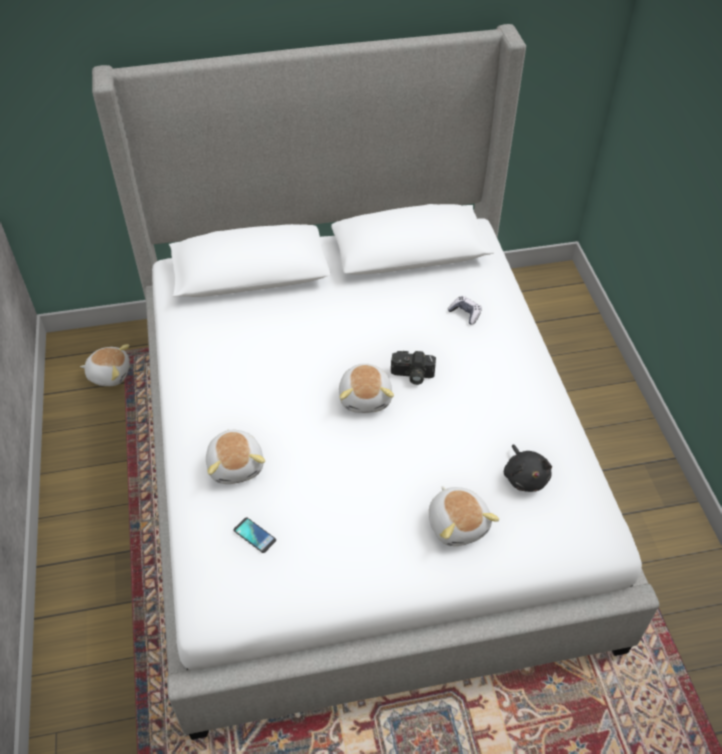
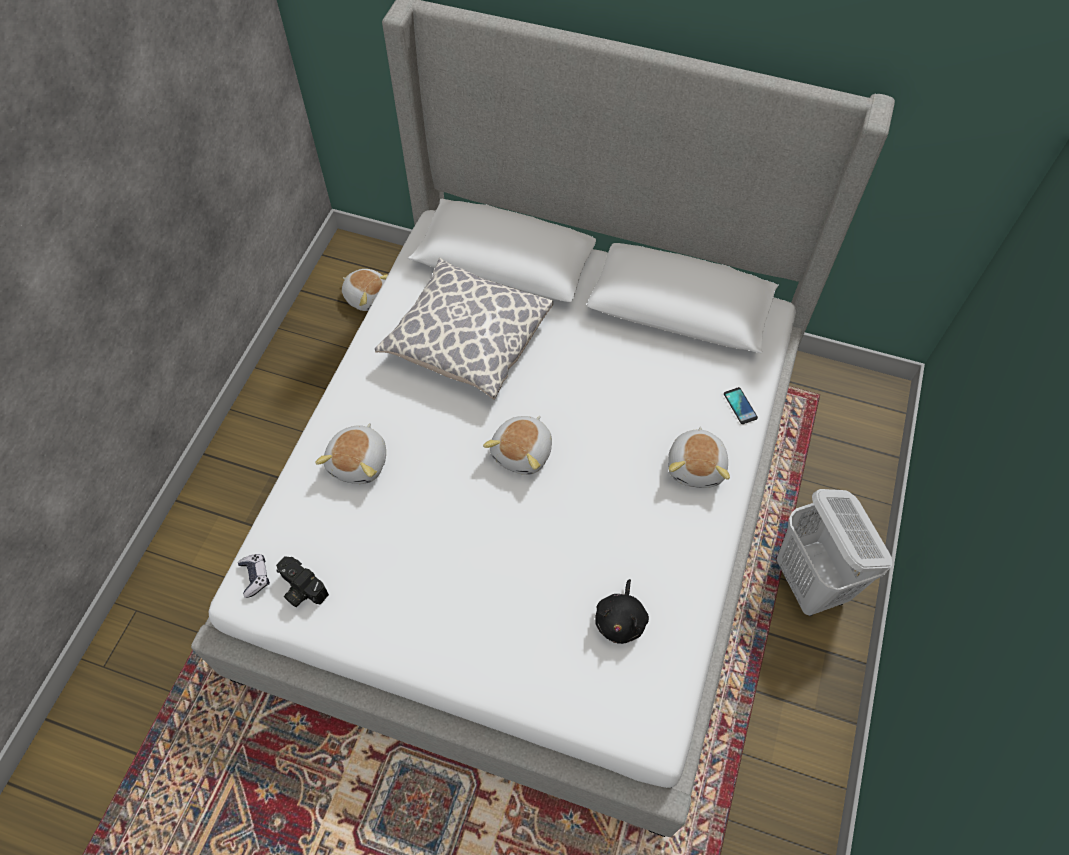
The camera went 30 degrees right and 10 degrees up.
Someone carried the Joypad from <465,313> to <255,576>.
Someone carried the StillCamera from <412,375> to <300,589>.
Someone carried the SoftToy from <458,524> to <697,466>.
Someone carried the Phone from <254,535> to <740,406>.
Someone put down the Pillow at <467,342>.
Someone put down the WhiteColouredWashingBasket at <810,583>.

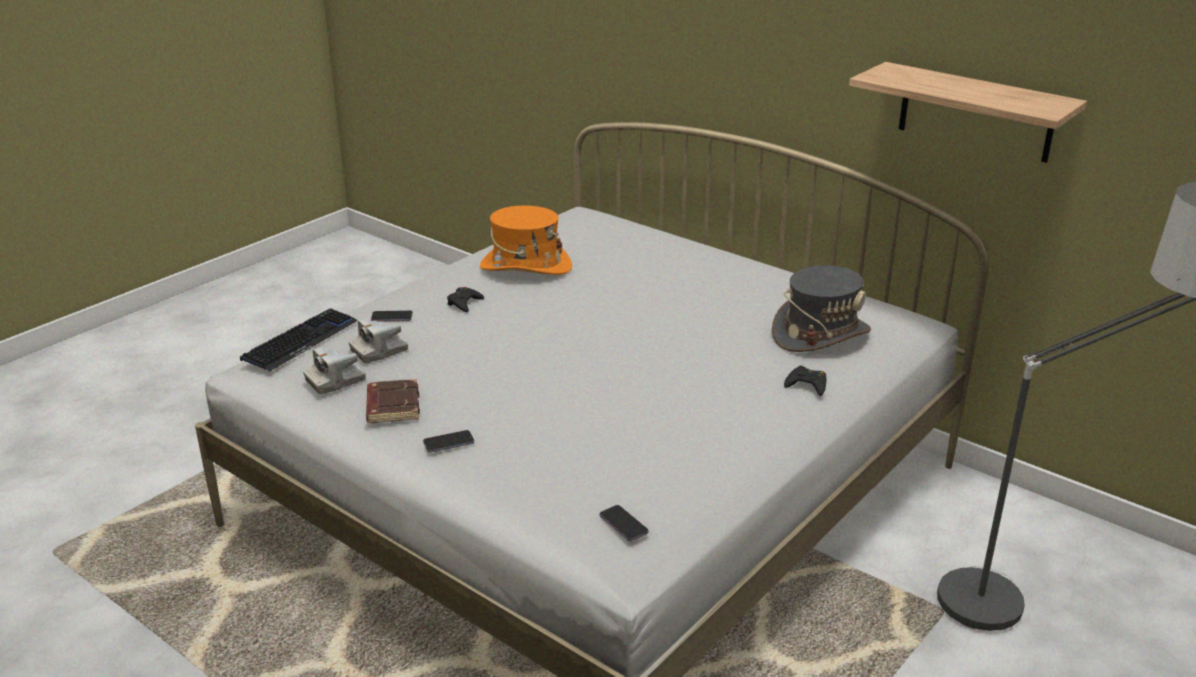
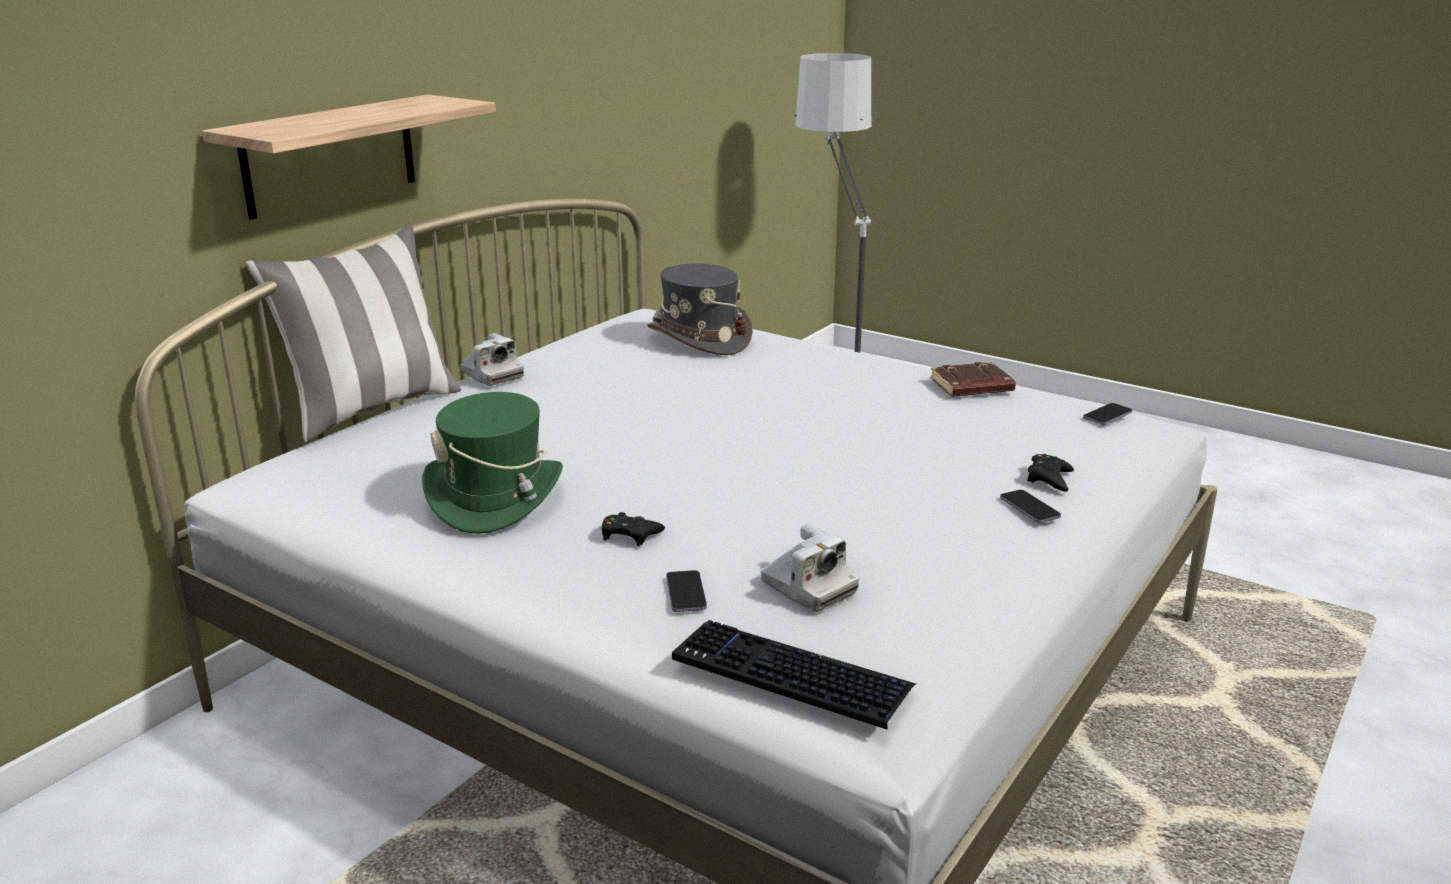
The camera went 95 degrees left and 5 degrees down.
Someone carried the Shelf from <976,112> to <330,155>.
Someone repainted the OrangeClothingHat at <525,267>, which became the GreenClothingHat at <496,497>.
Someone carried the StillCamera from <335,381> to <492,375>.
Someone carried the BlackColouredJoypad from <807,385> to <1049,478>.
Someone carried the BrownVolume from <392,406> to <971,387>.
Someone put down the Pillow at <371,409>.

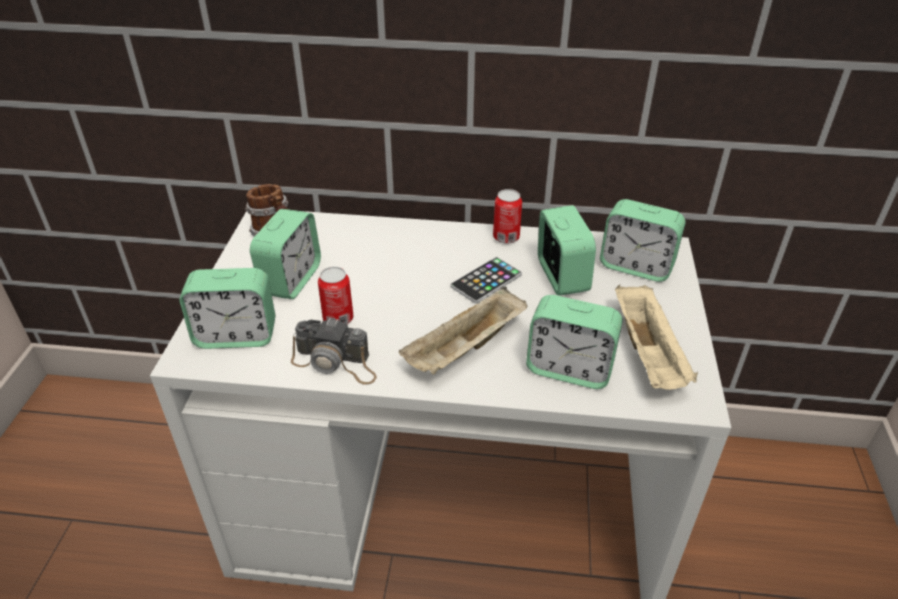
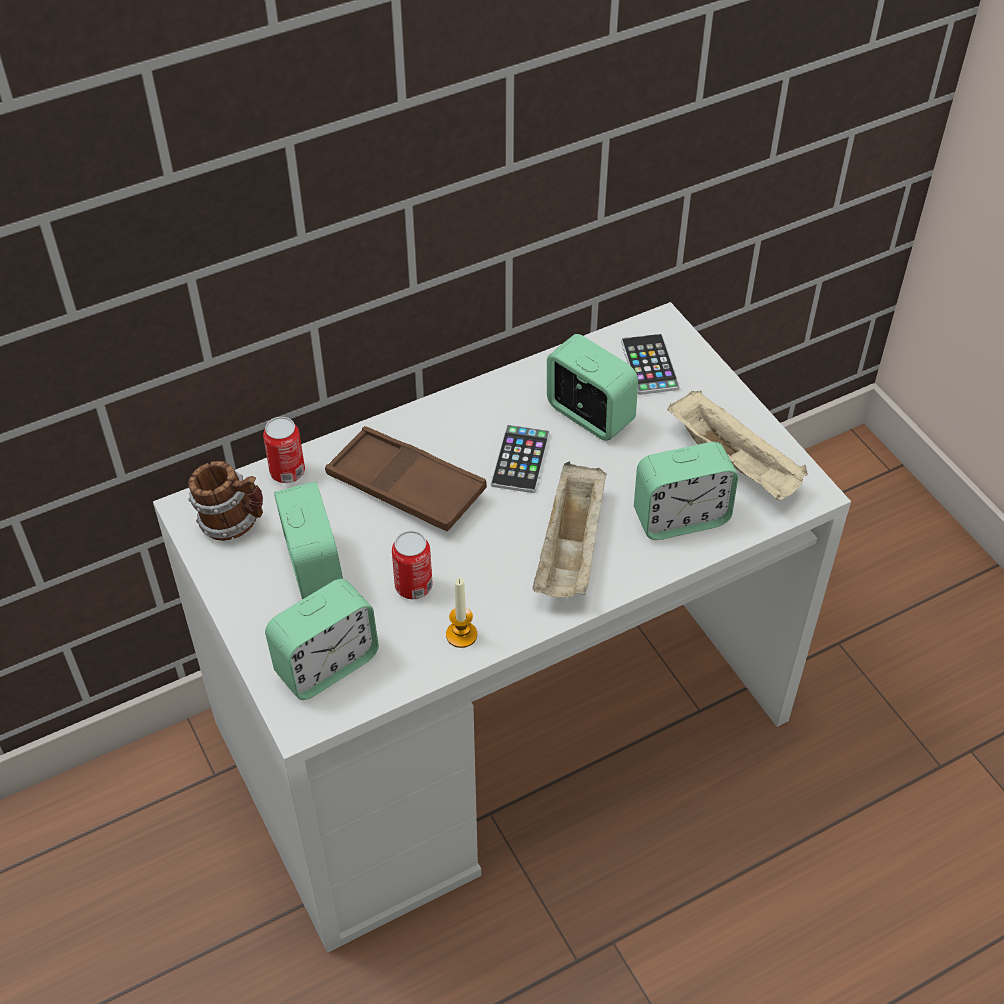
The camera went 35 degrees left and 10 degrees up.
Someone carried the SealedCan from <506,237> to <287,472>.
Someone swapped the TableClock at <636,266> for the Phone at <649,365>.
Someone swapped the StillCamera at <336,363> for the Candle at <461,635>.
Someone put down the BrownCarryingTray at <405,486>.

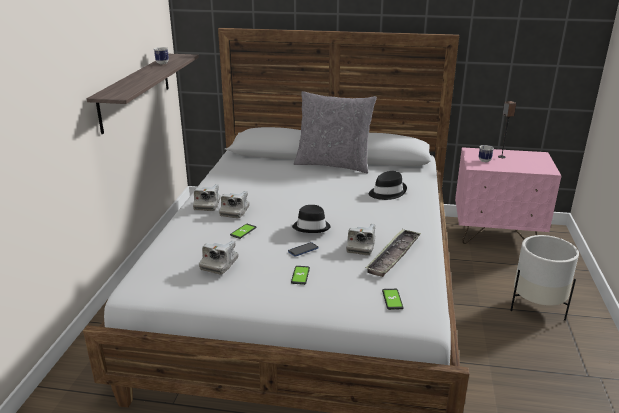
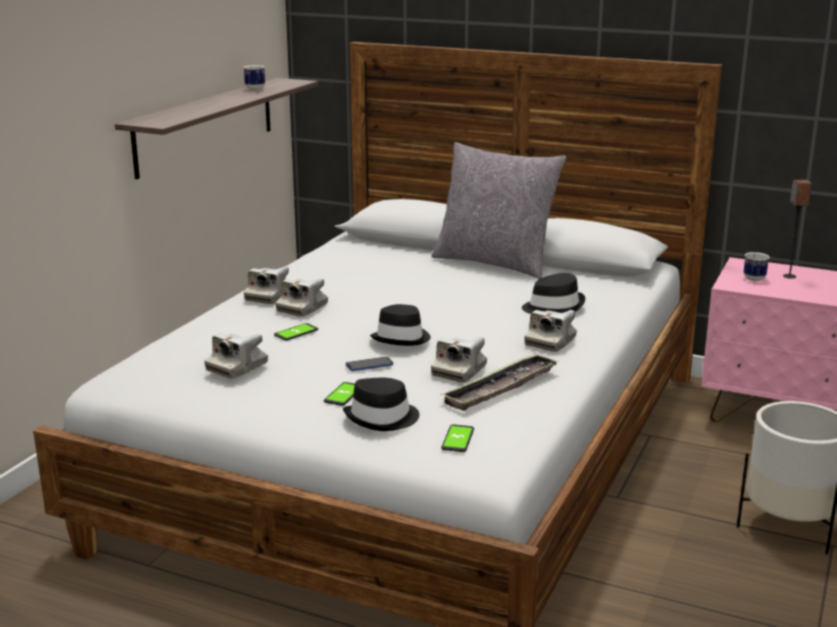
The camera went 15 degrees right and 5 degrees down.
Someone put down the StillCamera at <550,341>.
Someone put down the BlackColouredClothingHat at <382,418>.

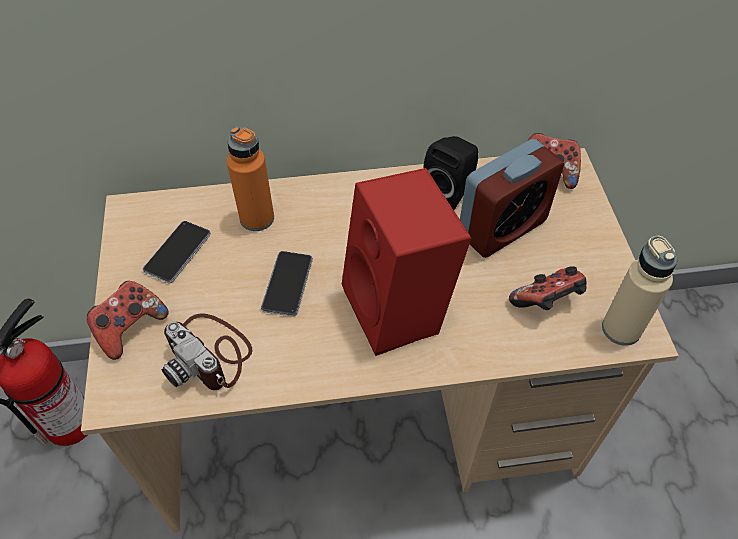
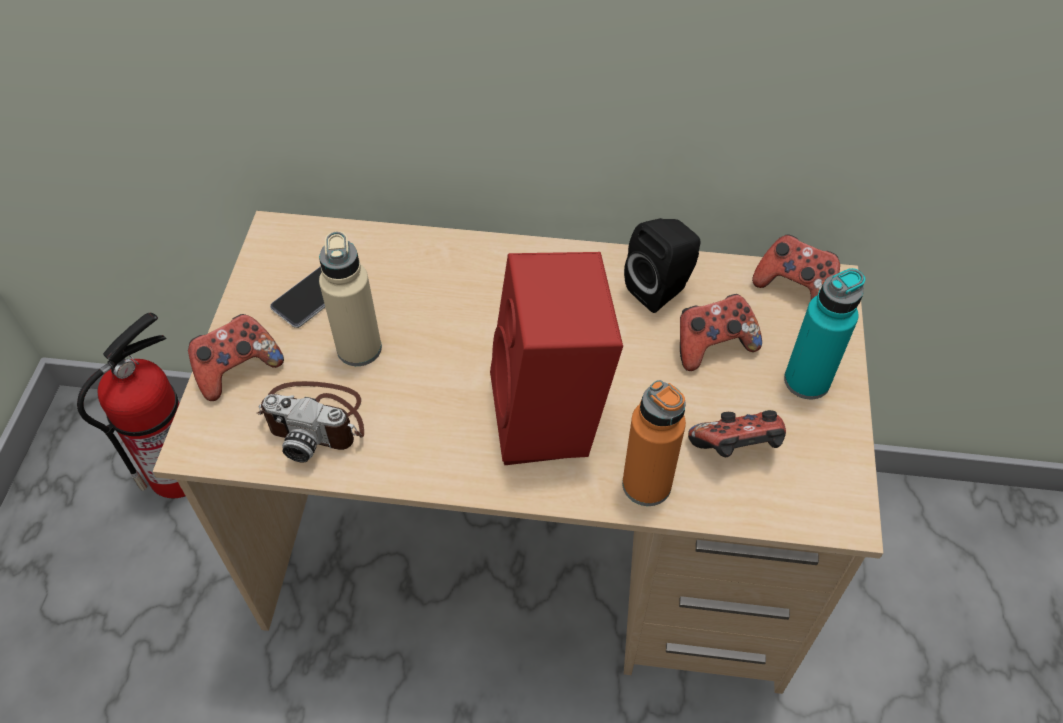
The camera went 15 degrees right and 0 degrees up.
Someone carried the OrangeDrinkBottle from <257,218> to <646,484>.
Someone swapped the TableClock at <502,228> for the Joypad at <712,346>.
Someone carried the BeigeDrinkBottle from <621,329> to <359,348>.
Someone took away the Phone at <287,284>.
Someone rotated the StillCamera at <210,354> by 45 degrees counterclockwise.
Someone put down the TurquoiseColouredDrinkBottle at <806,381>.

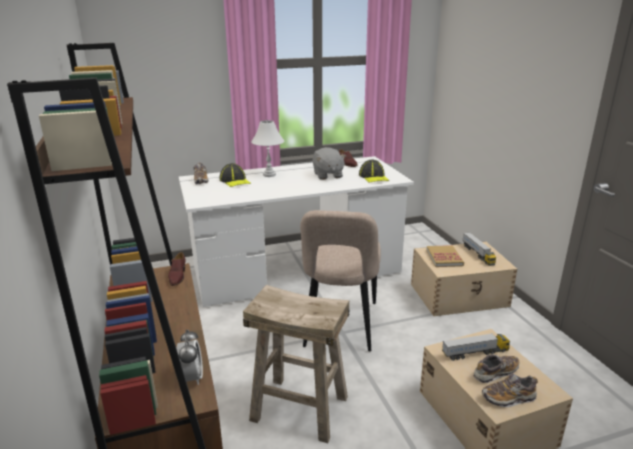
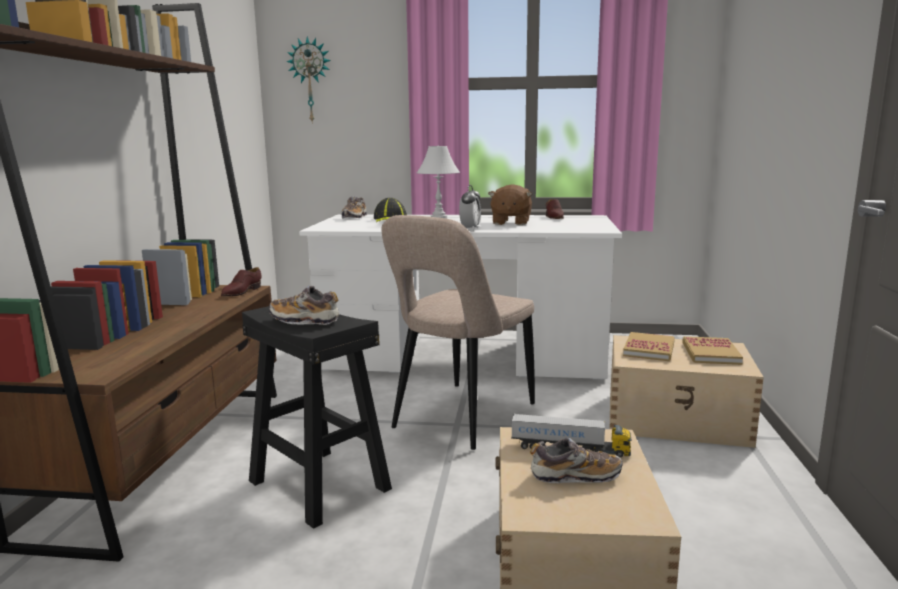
The camera went 25 degrees right and 10 degrees down.
Someone repainted the GraySoftToy at <327,175>, which became the BrownSoftToy at <510,222>.
Someone took away the Cap at <374,177>.
Someone swapped the ToyTruck at <478,254> for the Volume at <710,353>.
Someone repainted the BeigeStool at <300,408>, which became the BlackColouredStool at <320,484>.
Someone carried the TableClock from <192,378> to <470,229>.
Someone carried the LowShoe from <508,398> to <304,320>.
Someone put up the WallClock at <310,80>.

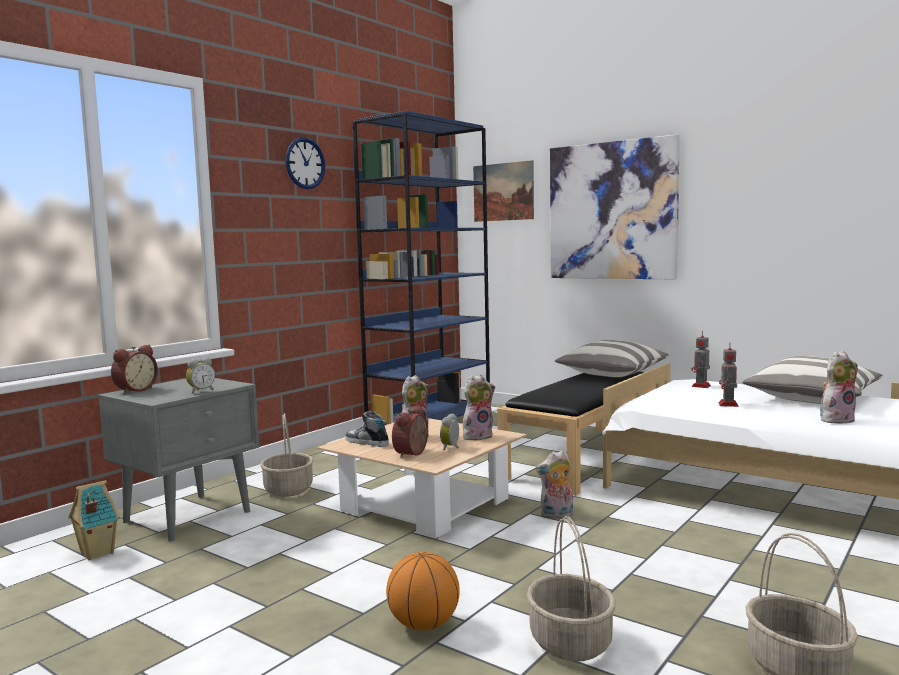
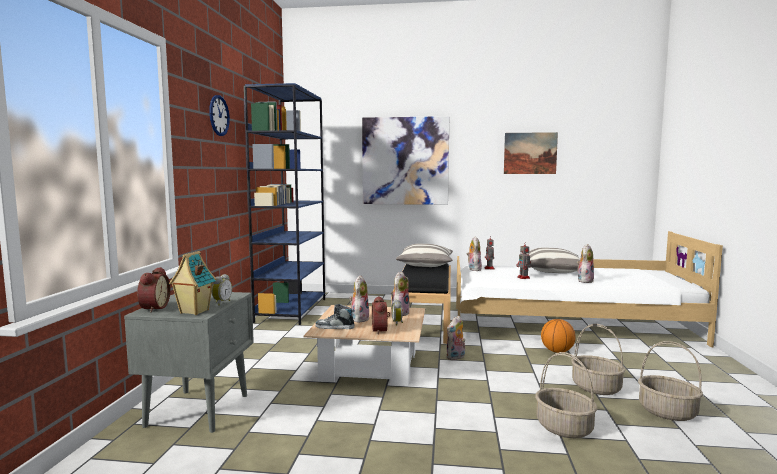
The camera went 30 degrees left and 0 degrees up.
Someone carried the WallPicture from <503,192> to <530,153>.
Someone carried the StorageBasket from <289,490> to <596,388>.
Someone carried the ModelHouse from <96,553> to <193,311>.
Someone carried the BallForBasketball from <423,625> to <557,351>.
Someone put down the SoftToy at <473,269>.

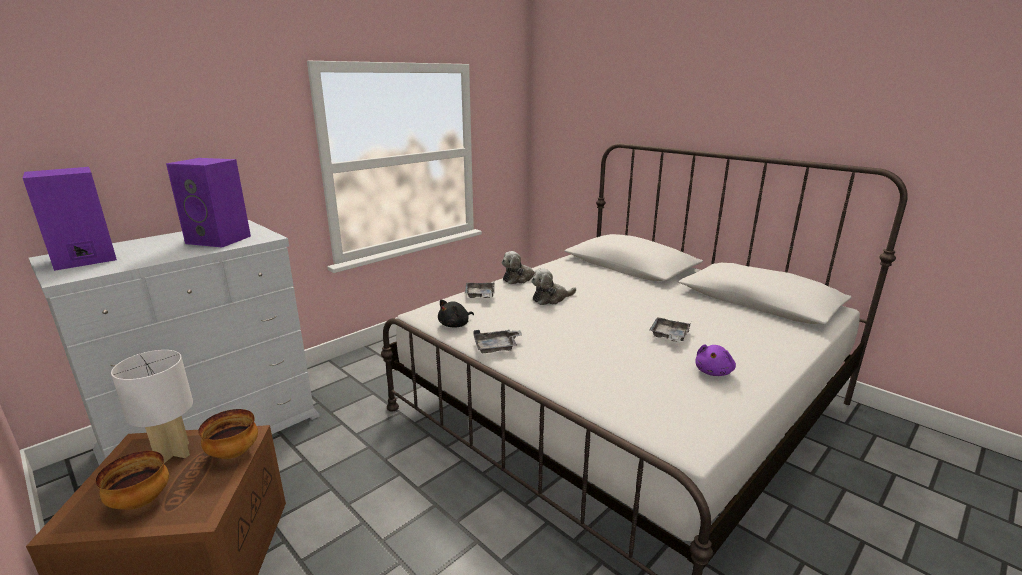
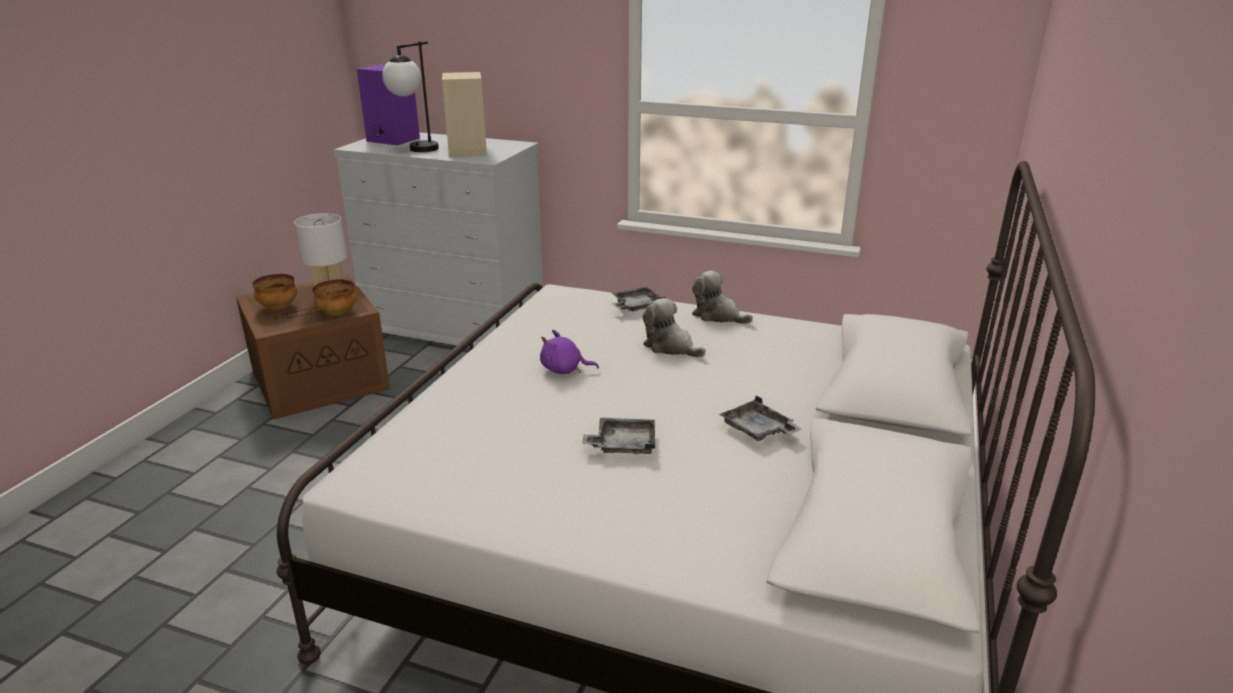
The camera went 65 degrees right and 5 degrees up.
Someone repainted the PurpleLoudspeaker at <220,239>, which became the BeigeLoudspeaker at <468,151>.
Someone took away the BlackColouredSoftToy at <455,325>.
Someone carried the GrayCarryingTray from <497,347> to <758,430>.
Someone carried the PurpleSoftToy from <713,372> to <564,370>.
Someone put down the TableLamp at <416,151>.

